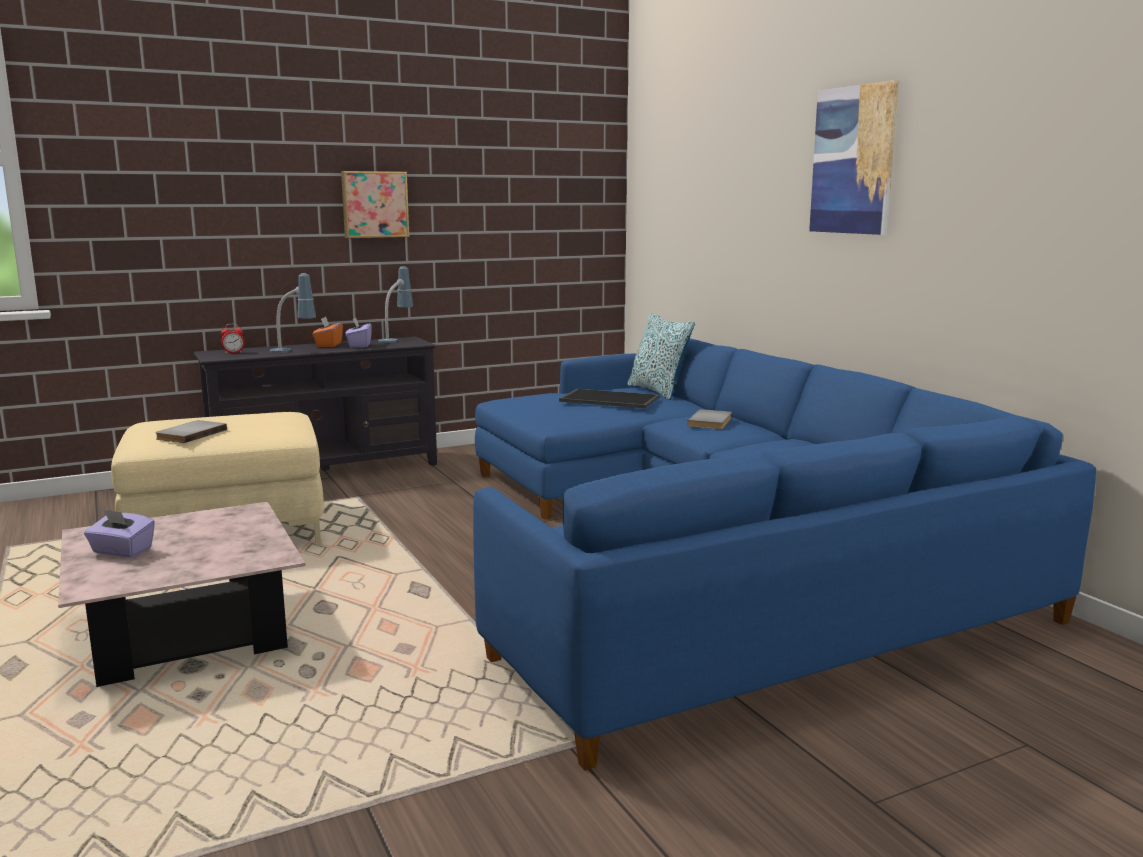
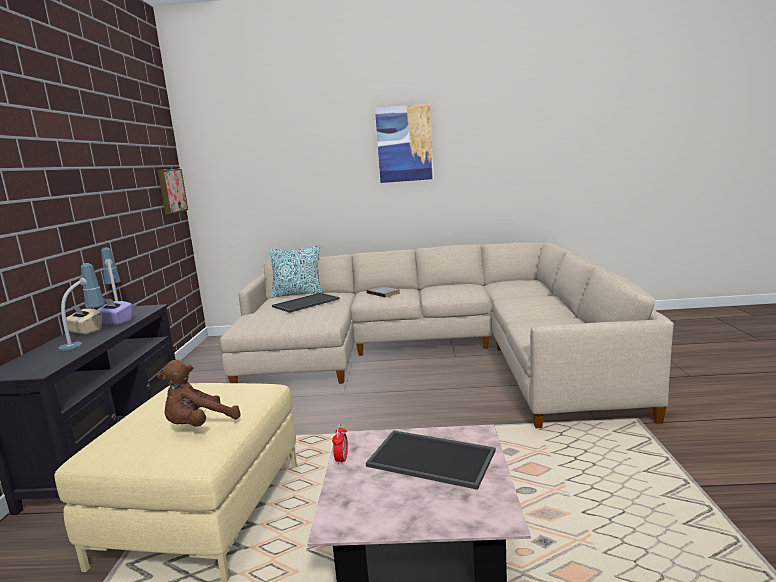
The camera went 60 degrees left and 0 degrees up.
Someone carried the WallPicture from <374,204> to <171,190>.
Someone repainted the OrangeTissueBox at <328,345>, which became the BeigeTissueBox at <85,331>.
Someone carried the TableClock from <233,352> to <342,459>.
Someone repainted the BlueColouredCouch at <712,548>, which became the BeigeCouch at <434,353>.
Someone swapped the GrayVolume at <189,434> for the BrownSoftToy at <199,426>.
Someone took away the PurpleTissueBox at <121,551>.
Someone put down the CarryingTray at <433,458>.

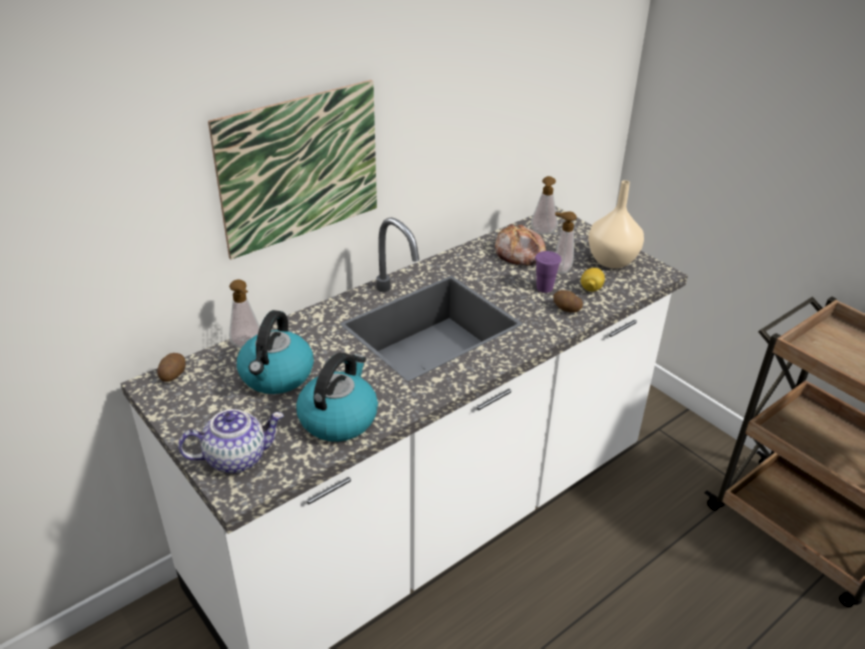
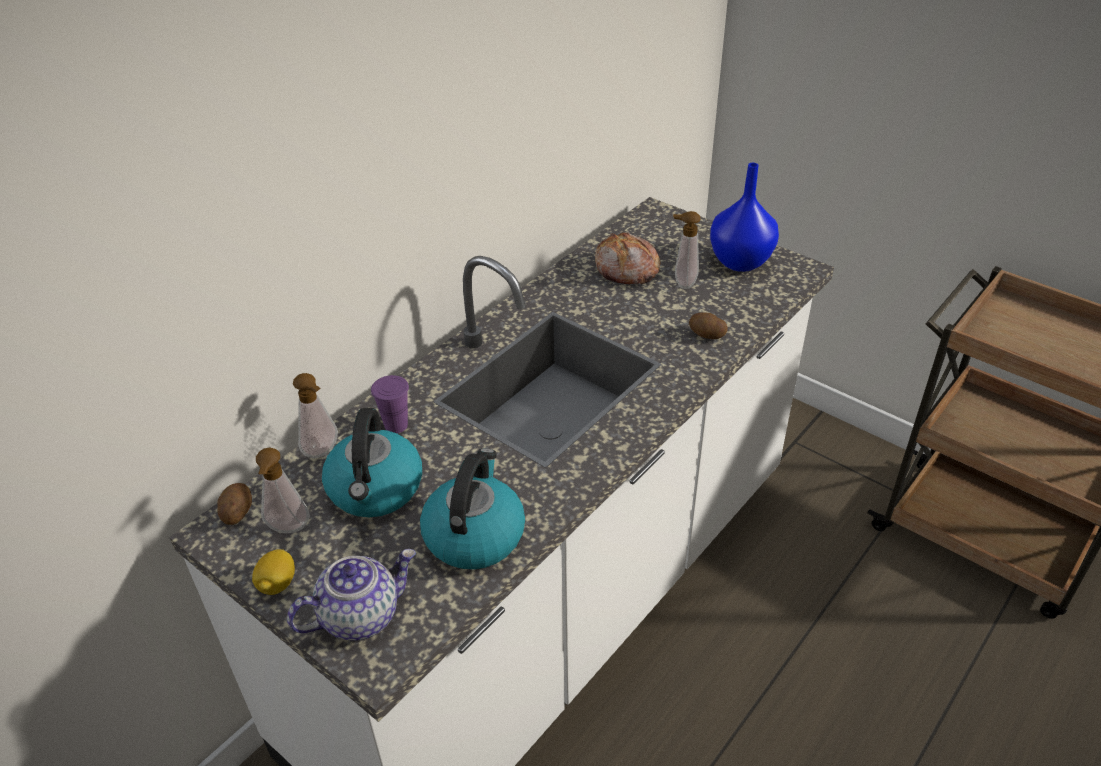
The camera went 10 degrees left and 5 degrees up.
Someone took away the WallPicture at <300,168>.
Someone carried the SoapBottle from <543,233> to <288,529>.
Someone repainted the BeigeVase at <610,261>, which became the BlueColouredVase at <739,262>.
Someone carried the PurpleSmallCup from <544,288> to <396,425>.
Someone carried the WholeLemon from <591,289> to <277,584>.

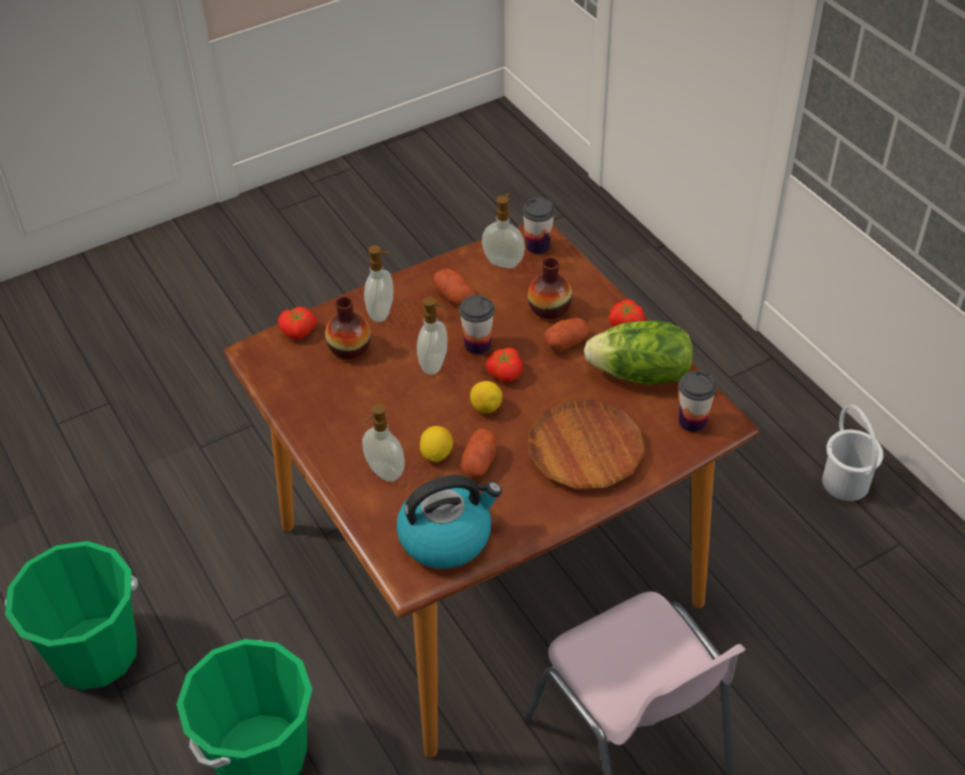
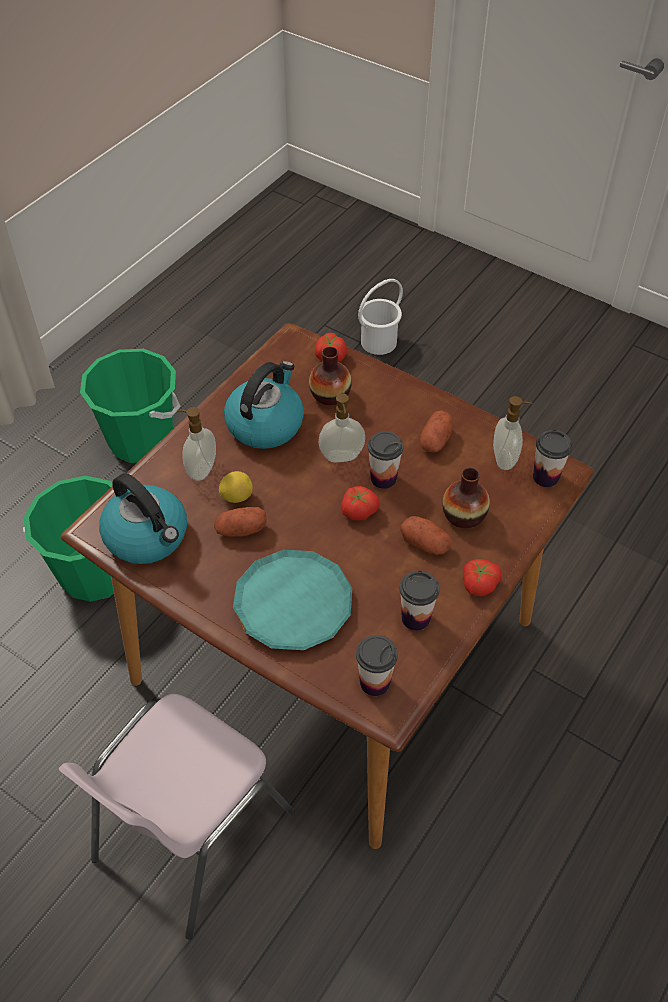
The camera went 65 degrees right and 5 degrees up.
Someone took away the SoapBottle at <382,312>.
Someone swapped the HeadOfLettuce at <640,375> for the SmallCup at <415,618>.
Someone took away the WholeLemon at <486,407>.
Someone repainted the BrownDinnerPlate at <585,450>, which became the TurquoiseColouredDinnerPlate at <293,604>.
Someone carried the WhiteColouredBucket from <846,482> to <379,342>.
Someone put down the TeaKettle at <265,424>.

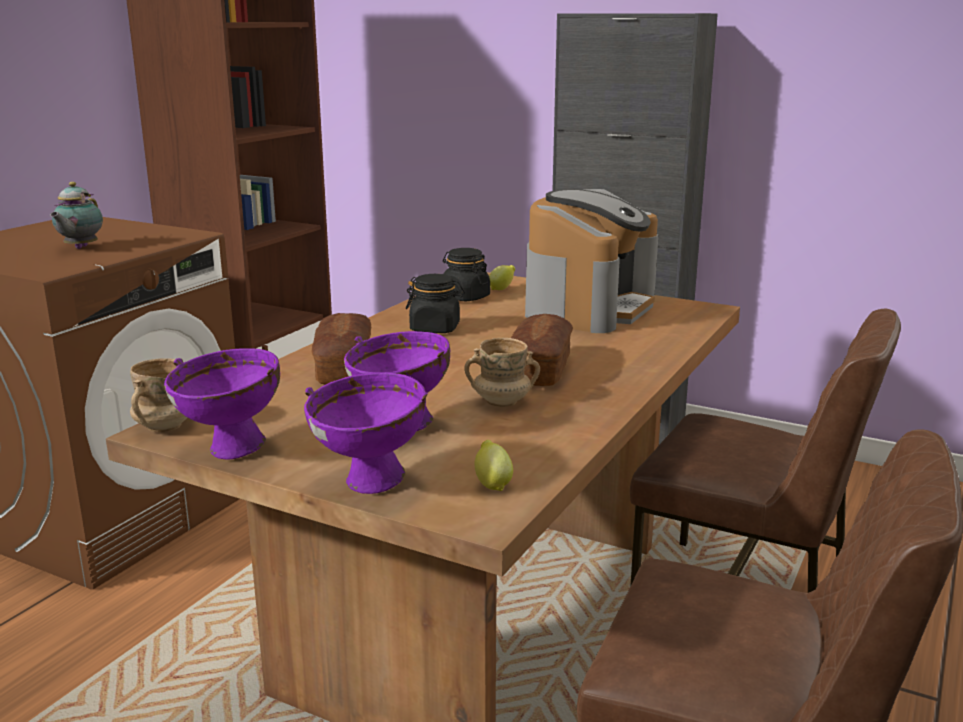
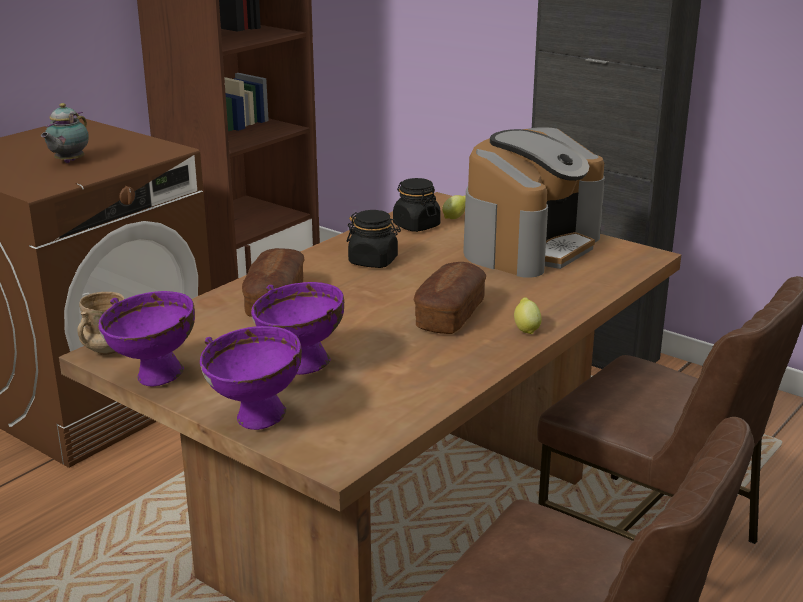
The camera went 10 degrees right and 5 degrees up.
Someone took away the BeigeTeaMug at <501,402>.
Someone carried the WholeLemon from <492,484> to <526,329>.

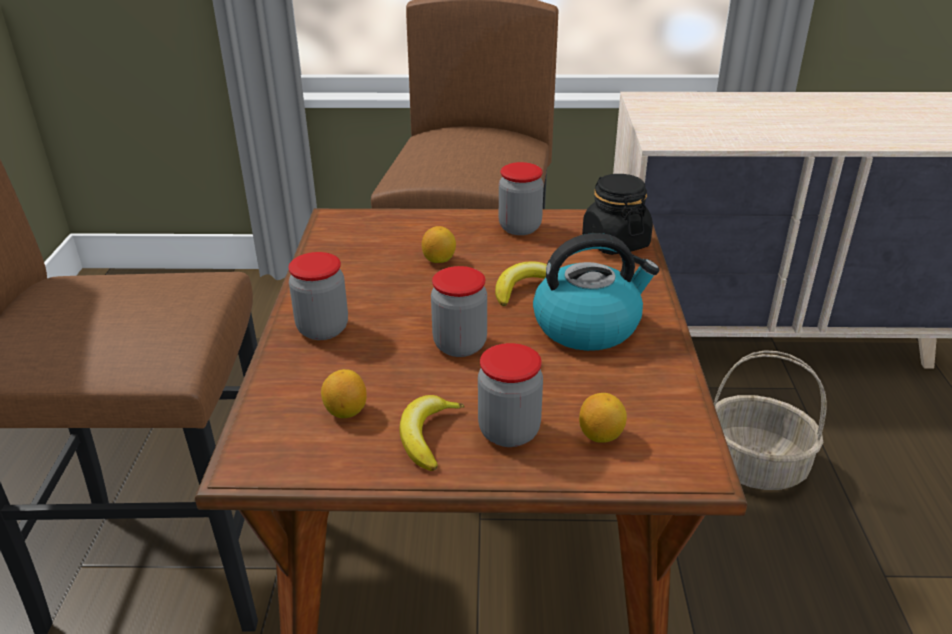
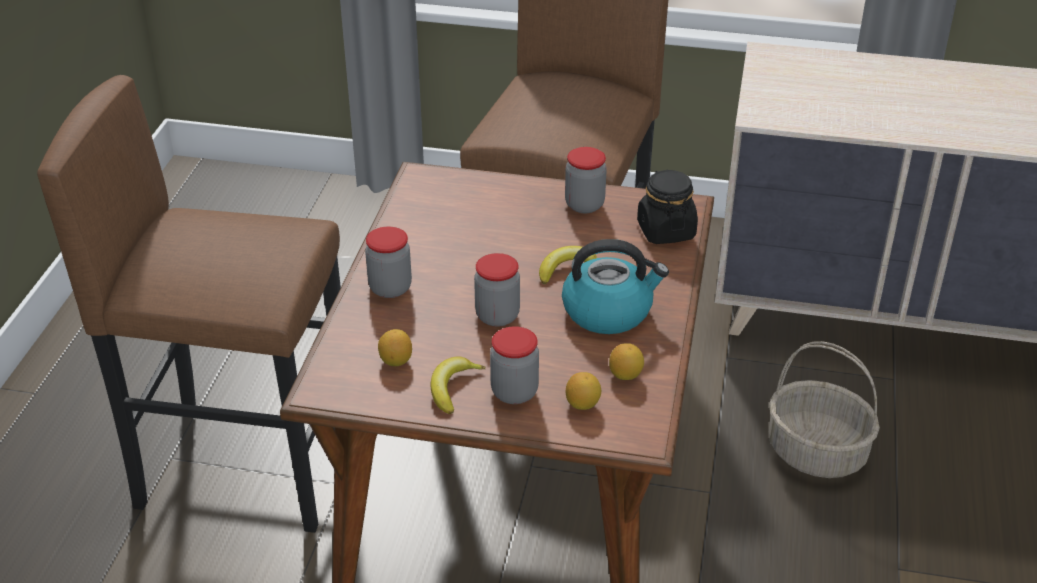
The camera went 10 degrees right and 5 degrees up.
Someone carried the WholeLemon from <439,260> to <625,375>.

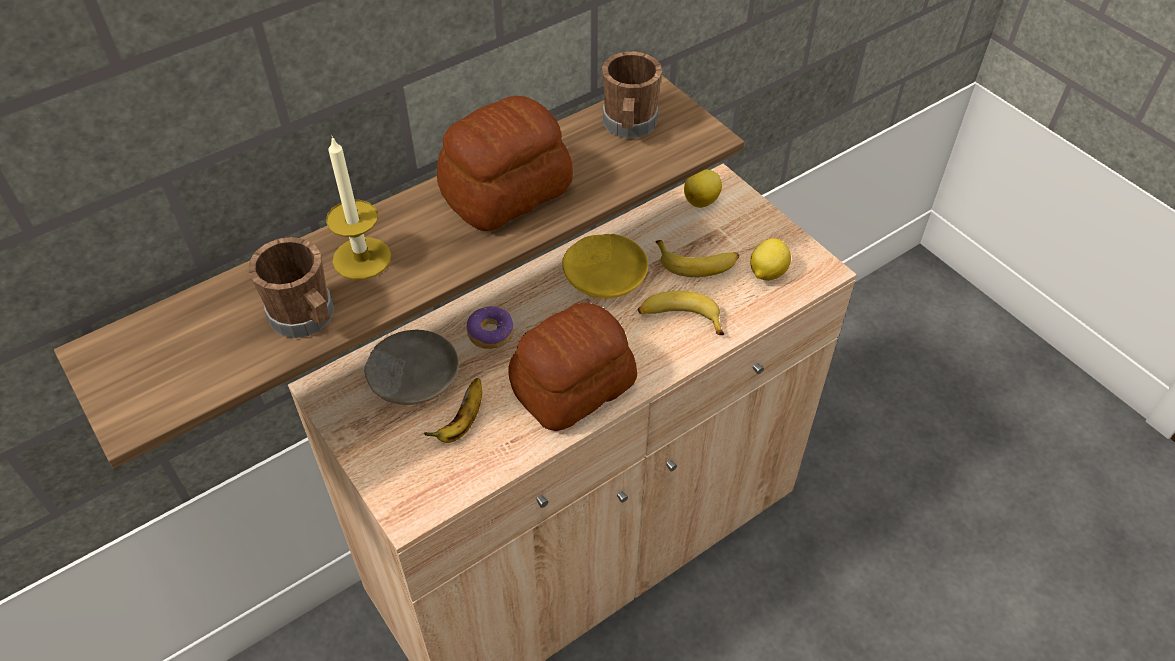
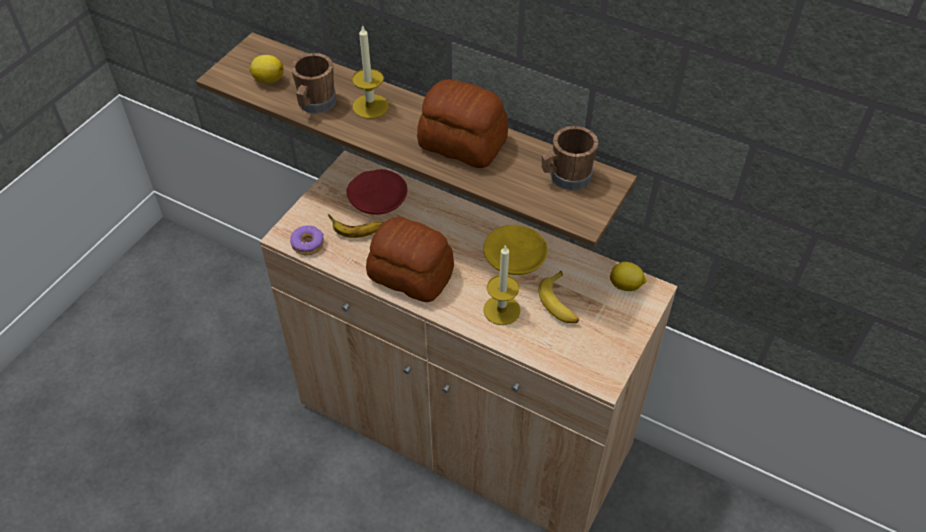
The camera went 65 degrees right and 0 degrees up.
Someone carried the WholeLemon from <766,273> to <268,80>.
Someone swapped the Banana at <679,318> for the Candle at <501,310>.
Someone carried the RingDoughnut from <491,333> to <308,244>.
Someone repainted the BeigeDinnerPlate at <413,377>, which became the RedDinnerPlate at <378,199>.

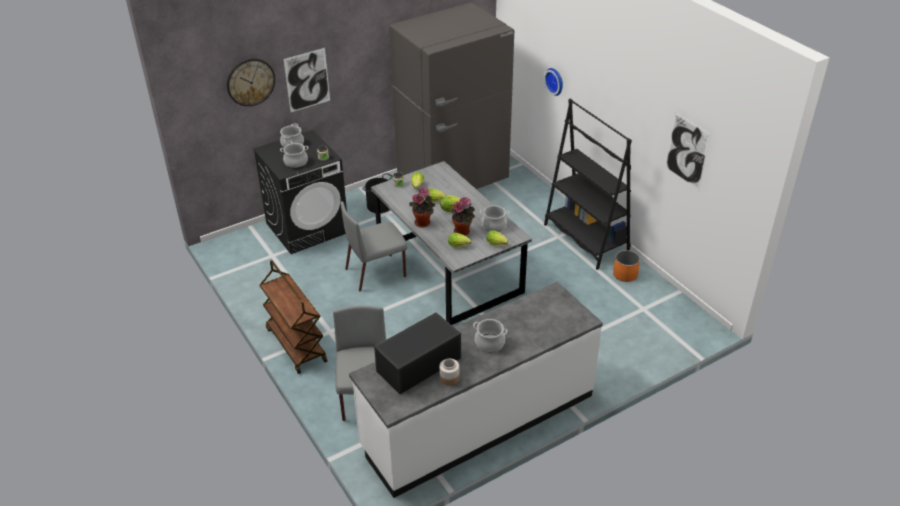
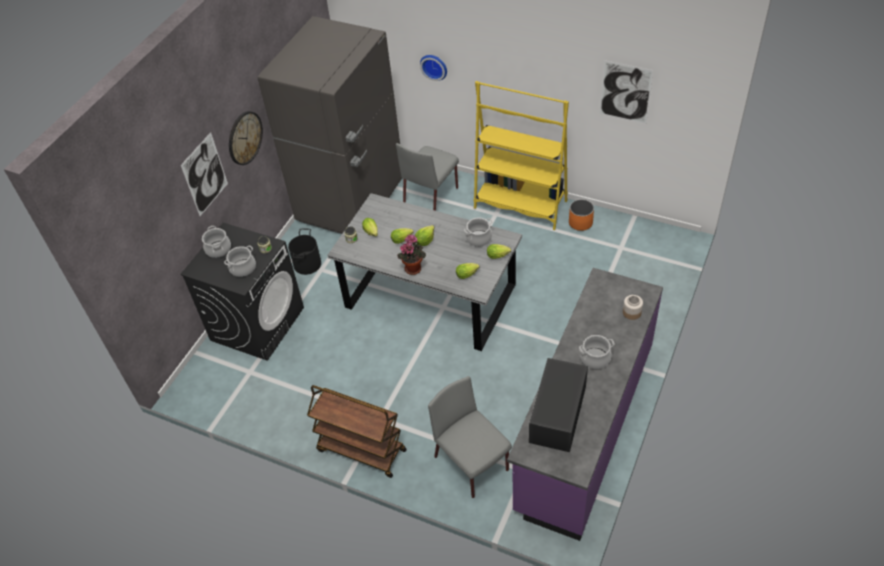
The camera went 30 degrees left and 10 degrees up.
Someone carried the WallClock from <250,82> to <244,138>.
Someone repainted the BlackColouredBookcase at <586,239>, which became the YellowishBookcase at <520,205>.
Someone took away the PottedPlant at <463,231>.
Someone carried the GrayChair from <376,272> to <431,196>.
Someone repainted the WhiteColouredKitchenCounter at <478,421>, which became the PurpleKitchenCounter at <584,427>.
Someone carried the PreserveJar from <449,378> to <631,313>.

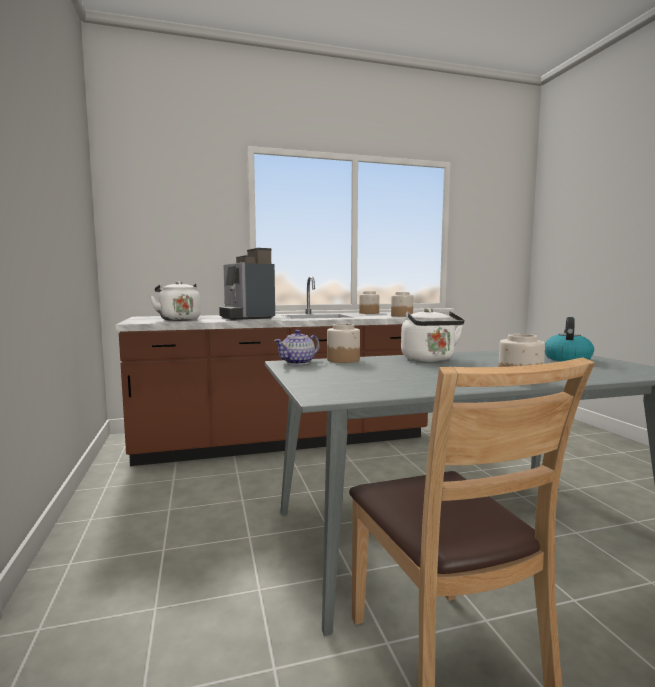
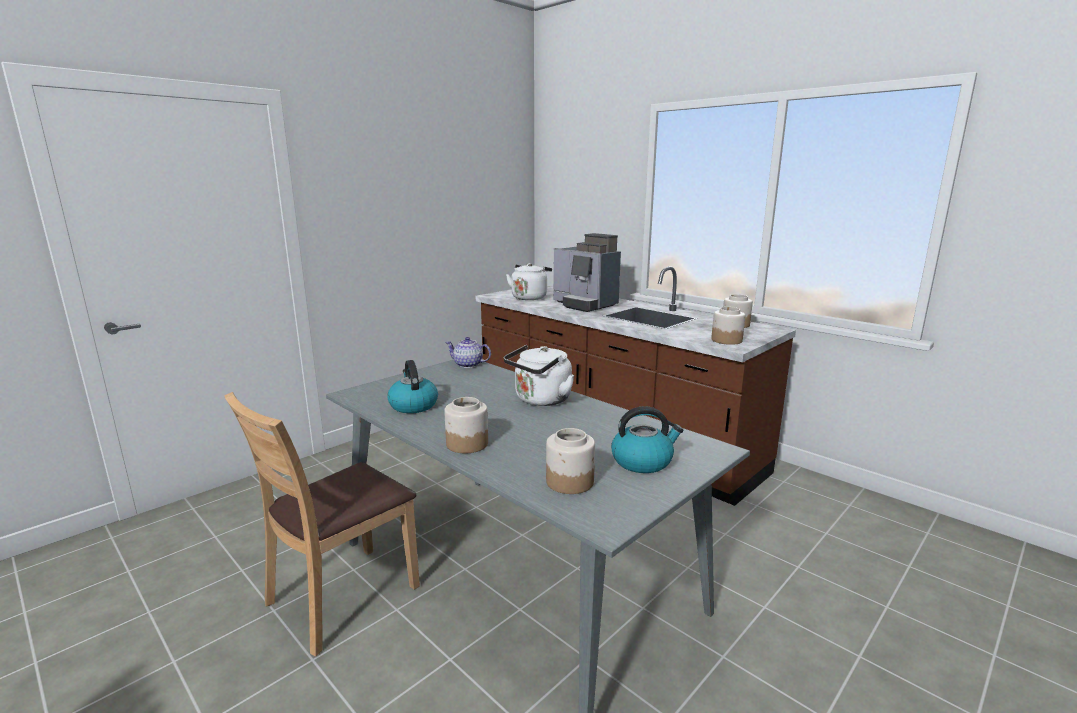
The camera went 60 degrees right and 10 degrees up.
Someone rotated the CoffeeBrewer at <246,317> by 75 degrees counterclockwise.
Someone carried the PreserveJar from <343,360> to <570,482>.
Someone put down the TeaKettle at <413,405>.

